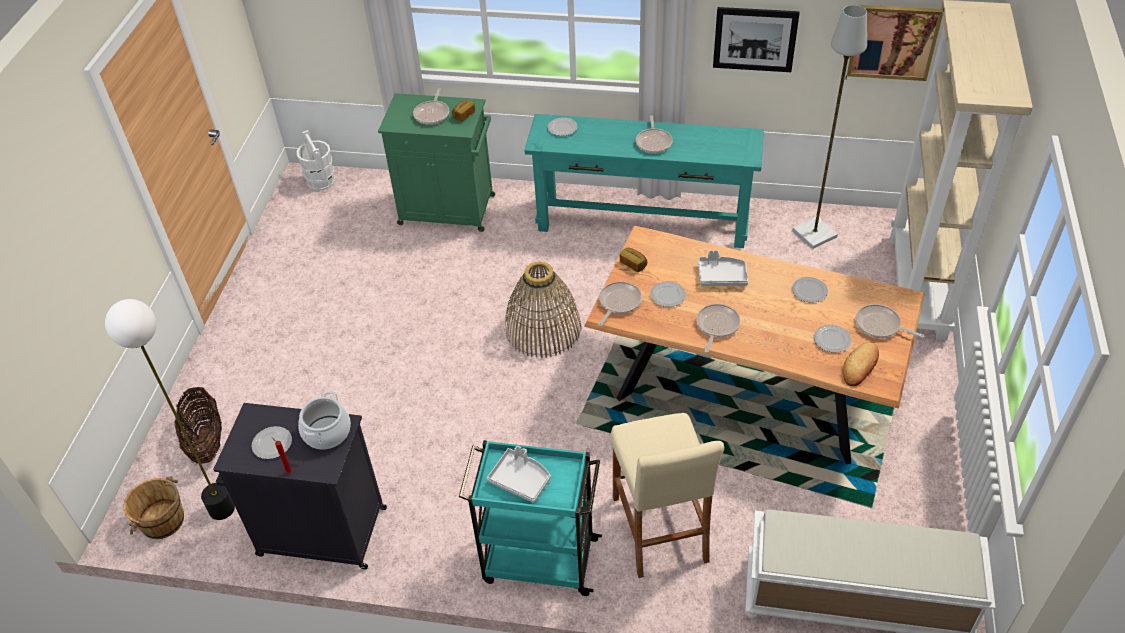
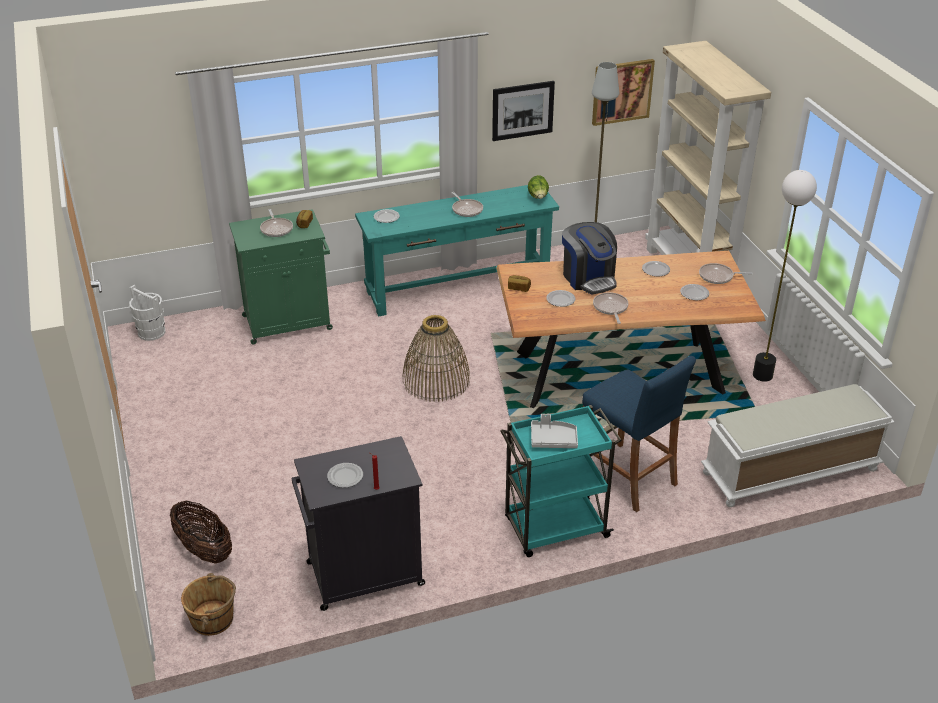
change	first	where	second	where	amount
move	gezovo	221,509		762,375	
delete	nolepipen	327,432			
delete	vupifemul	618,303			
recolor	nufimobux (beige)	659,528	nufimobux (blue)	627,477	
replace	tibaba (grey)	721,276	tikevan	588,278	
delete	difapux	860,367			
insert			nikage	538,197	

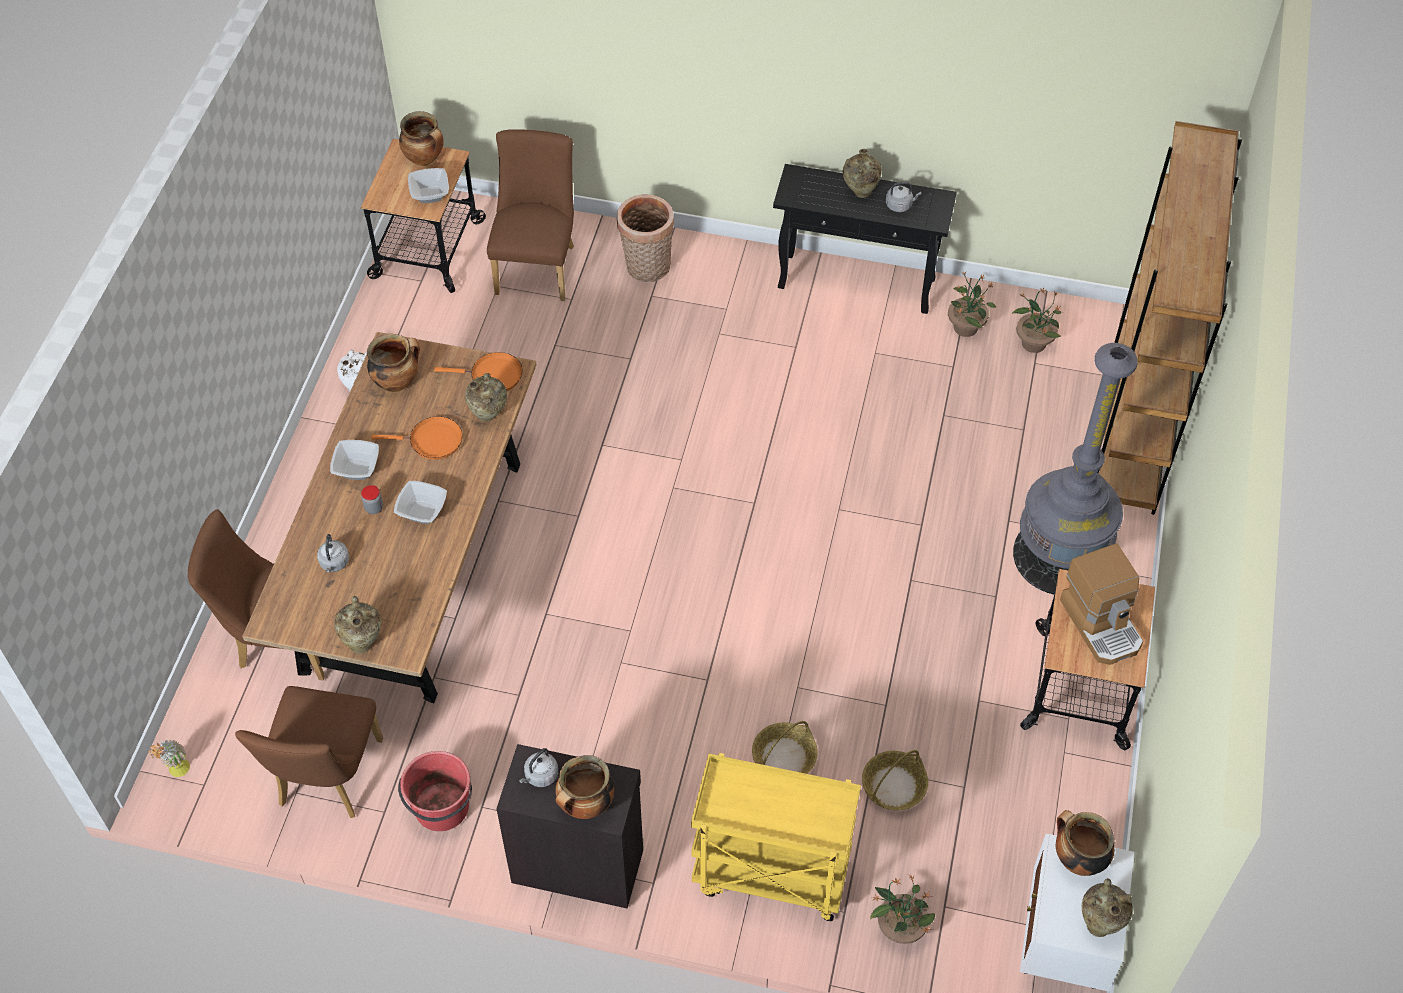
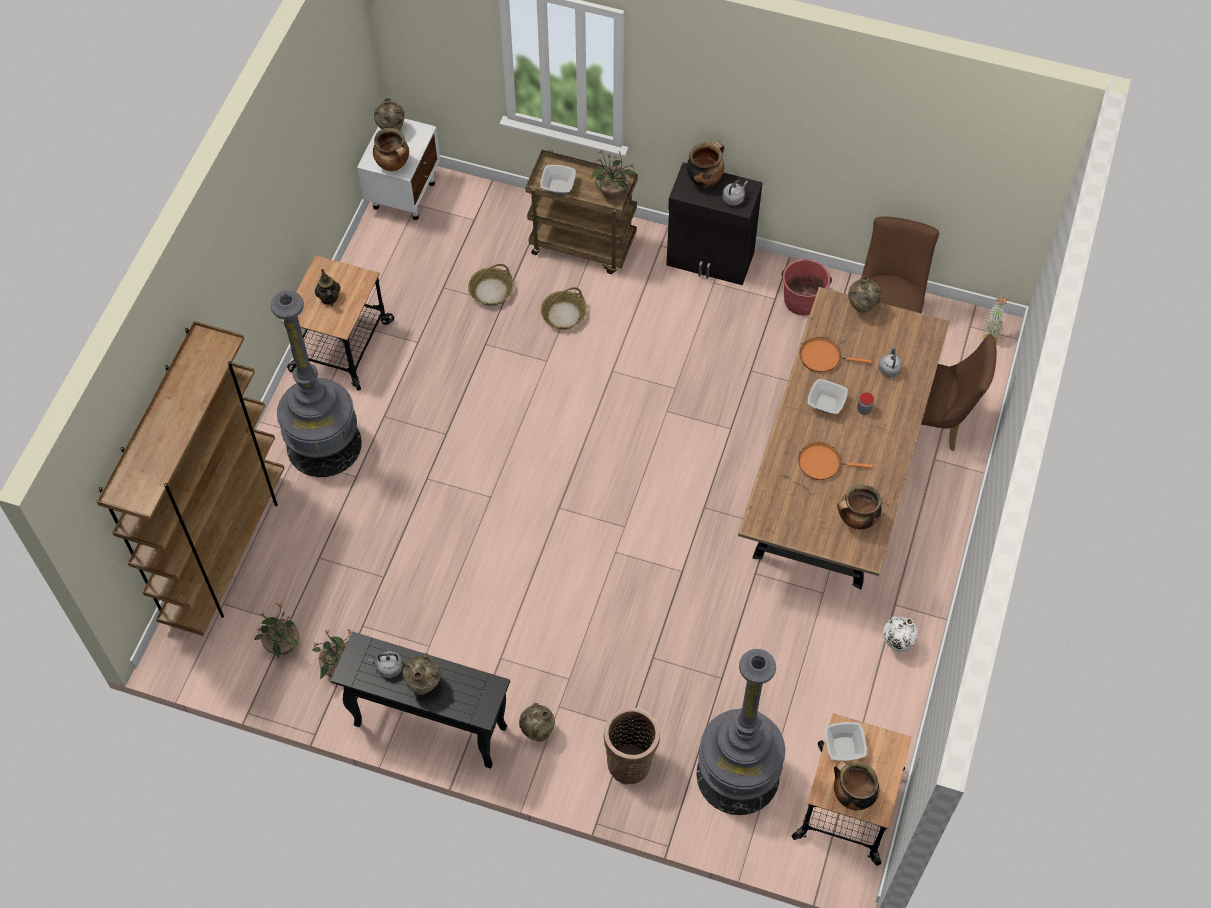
change	first	where	second	where	amount
move	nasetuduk	358,469		557,187	
move	vupifemul (orange)	493,375		823,357	
move	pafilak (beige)	489,416		538,732	
replace	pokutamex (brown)	538,265	gezovo (grey)	737,775	
recolor	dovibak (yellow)	770,874	dovibak (brown)	583,245	
move	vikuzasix	900,928		612,192	
replace	tikevan	1102,623	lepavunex	329,298	

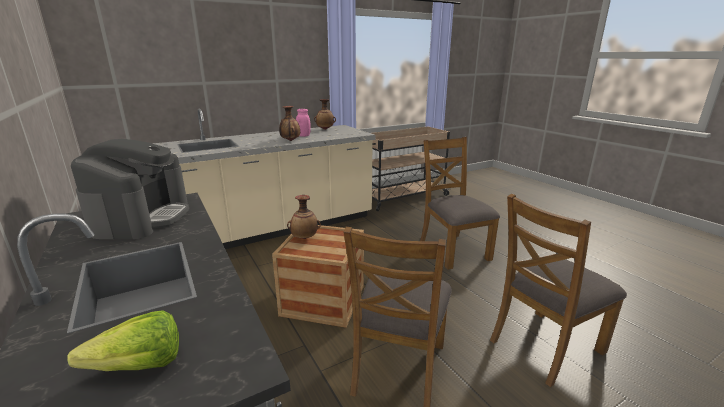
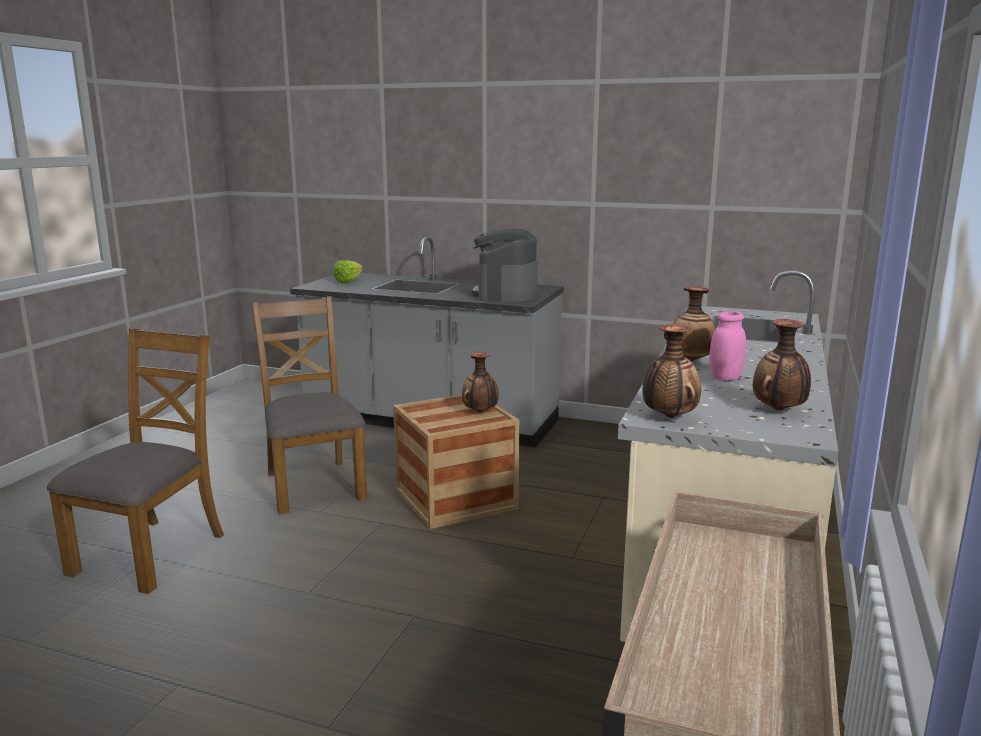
change	first	where	second	where	amount
rotate	tikevan	142,217		505,293	45 degrees clockwise
delete	pokutamex (brown)	453,250			
insert			pafilak	669,417	

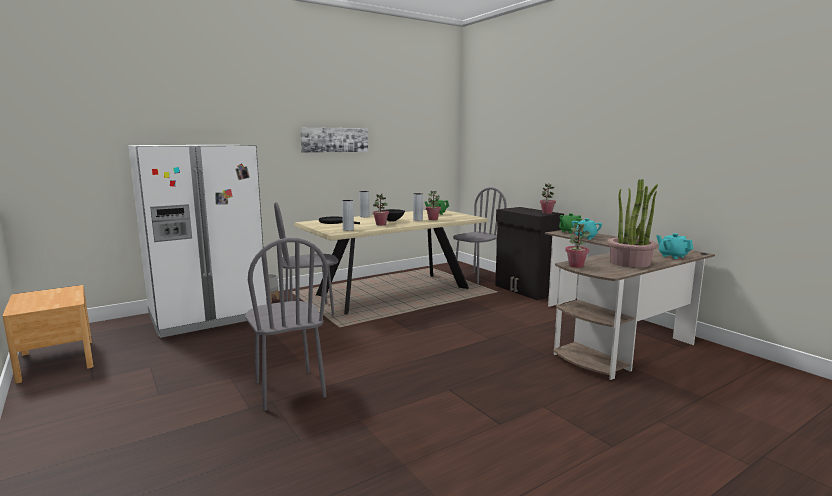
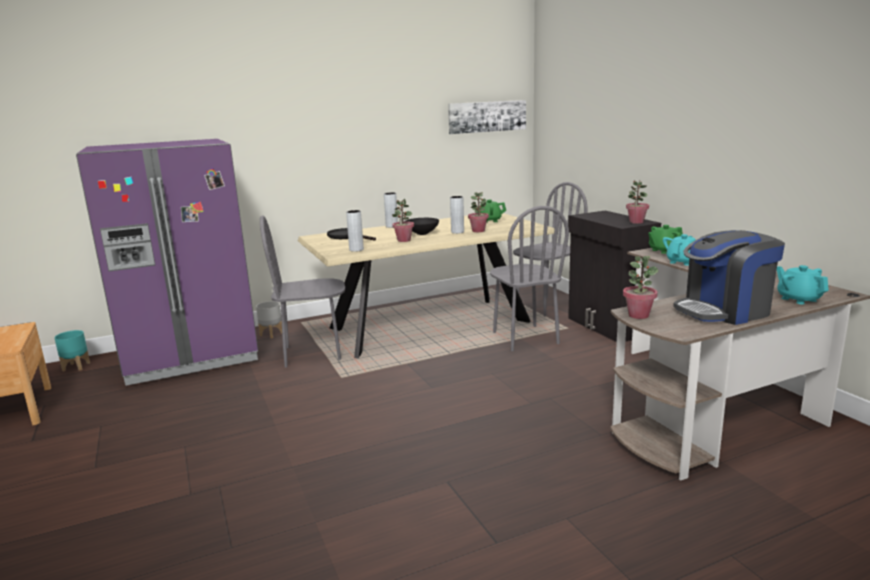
change	first	where	second	where	amount
recolor	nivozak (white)	207,316	nivozak (purple)	191,355	
move	pokutamex (grey)	289,389		524,338	
move	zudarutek	334,140		487,116	
replace	vikuzasix	630,263	tikevan	724,311	
insert			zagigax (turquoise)	76,366	

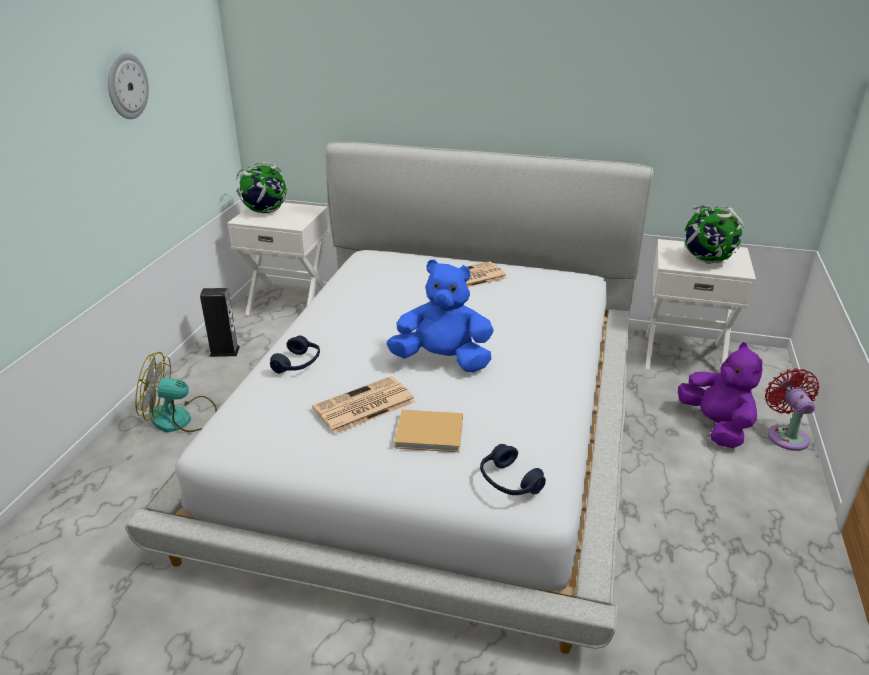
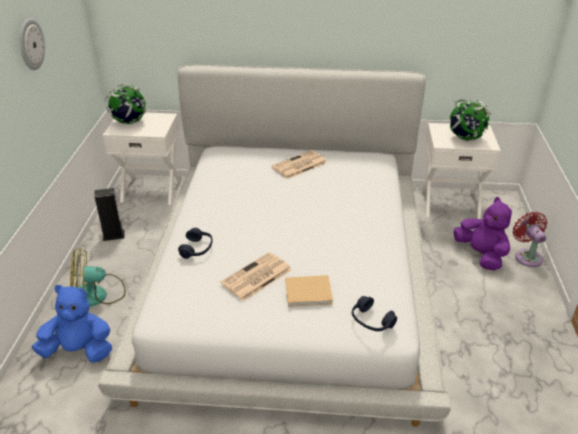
change	first	where	second	where	amount
move	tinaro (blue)	443,360		79,350	

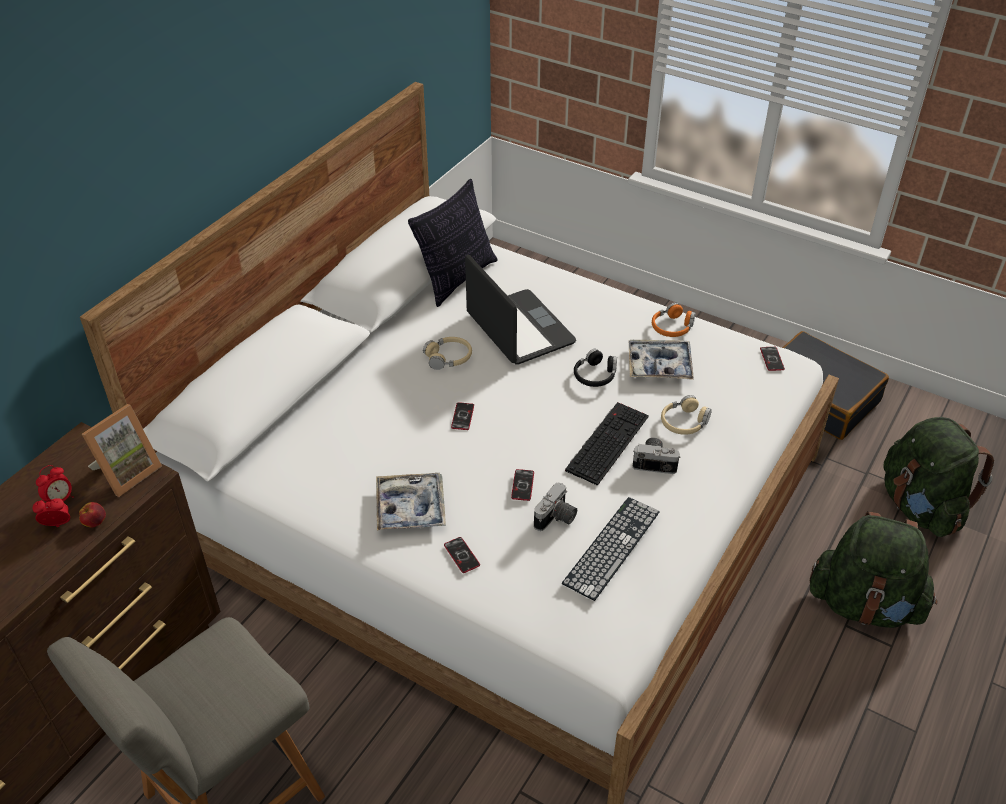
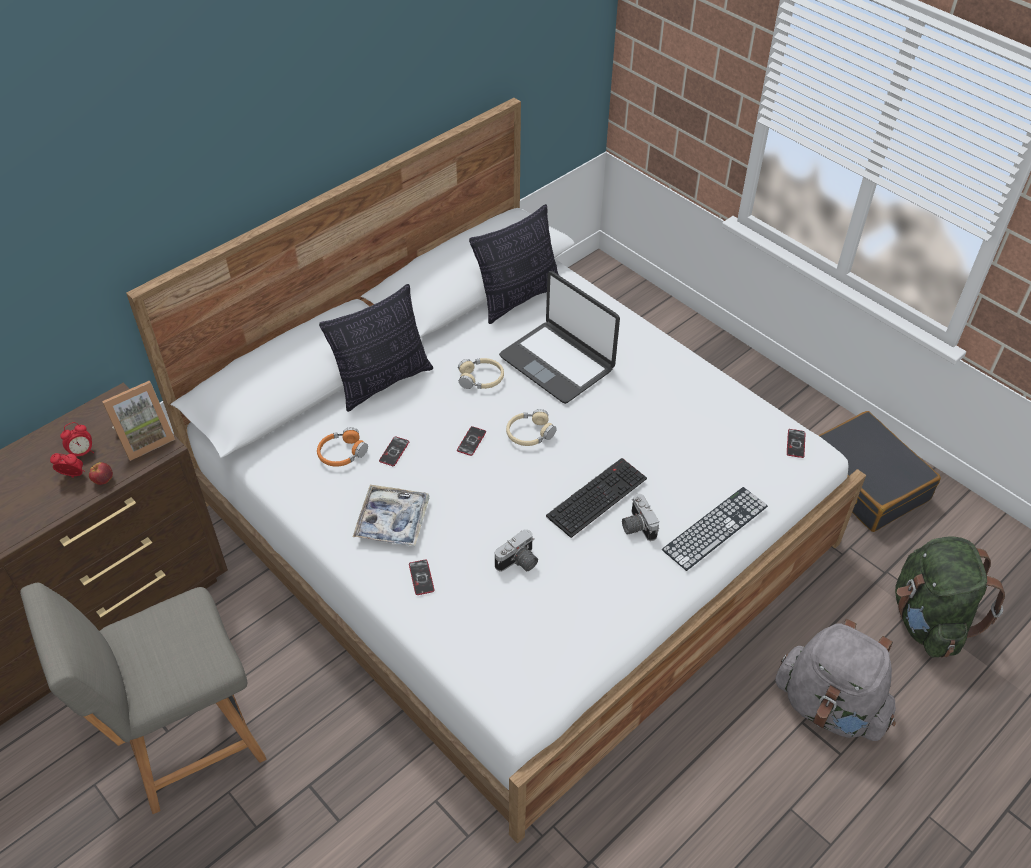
change	first	where	second	where	amount
rotate	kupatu	519,329		557,362	150 degrees clockwise
move	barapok	522,485		394,452	
move	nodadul	612,547		715,528	
delete	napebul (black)	595,375			
delete	tibaba	659,365			
rotate	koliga	655,462		636,526	135 degrees counterclockwise
move	napebul (orange)	672,327		342,453	
move	napebul (beige)	684,422		529,433	
recolor	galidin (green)	864,605	galidin (grey)	829,706	
insert			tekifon	383,381	

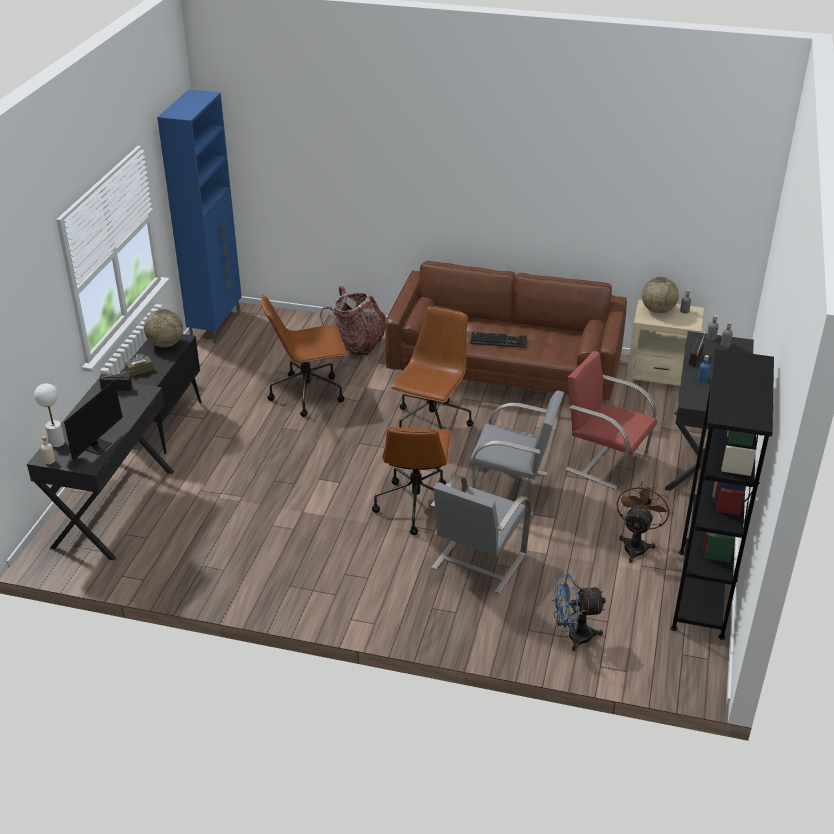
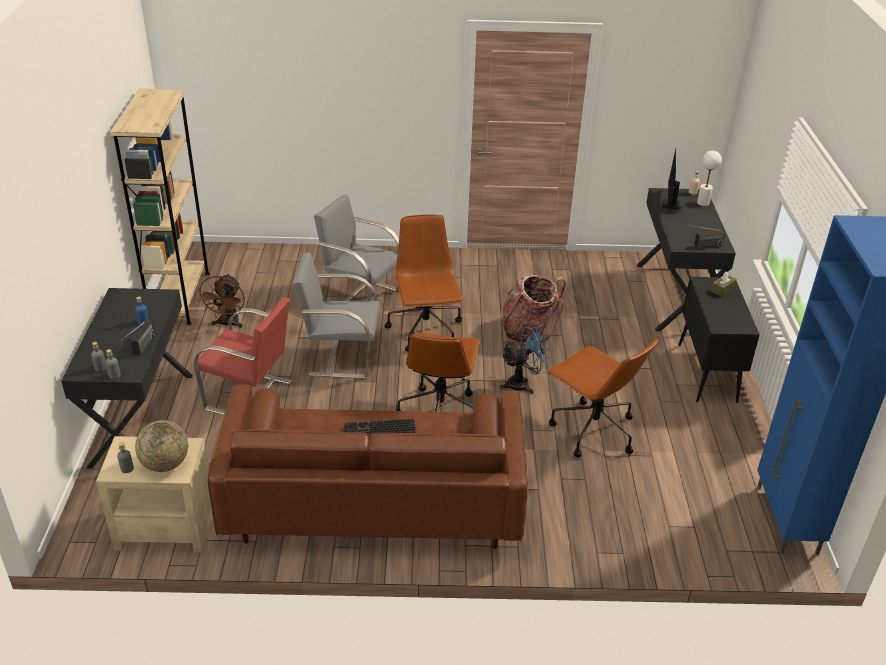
change	first	where	second	where	amount
delete	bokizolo	165,344			
rotate	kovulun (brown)	309,393		592,430	75 degrees clockwise
move	galidin	357,344		528,331	
rotate	pokutamex (grey)	477,562		360,296	75 degrees counterclockwise
move	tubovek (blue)	573,636		523,384	
recolor	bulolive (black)	701,593	bulolive (beige)	180,297	

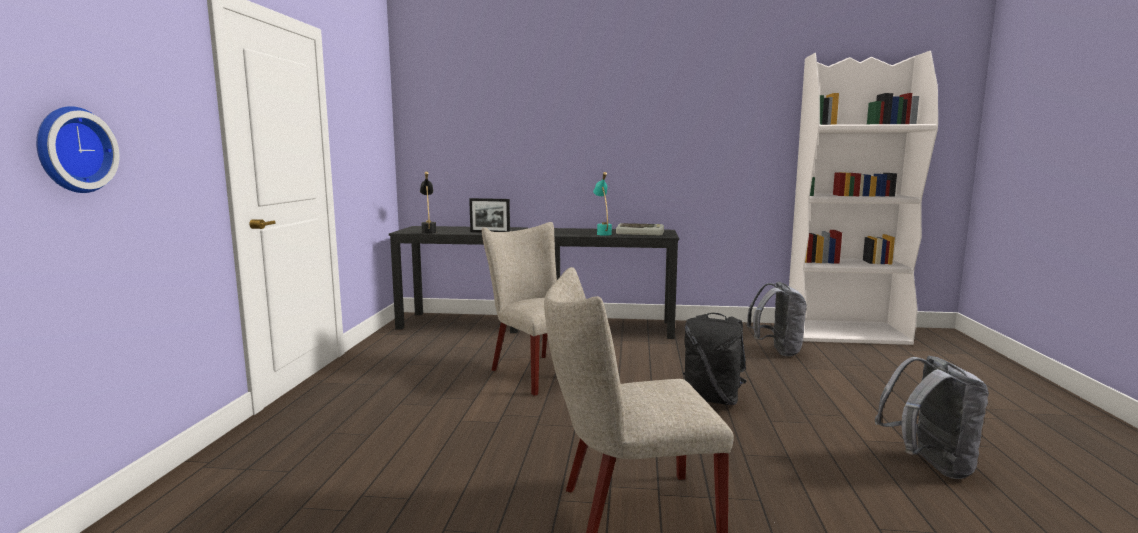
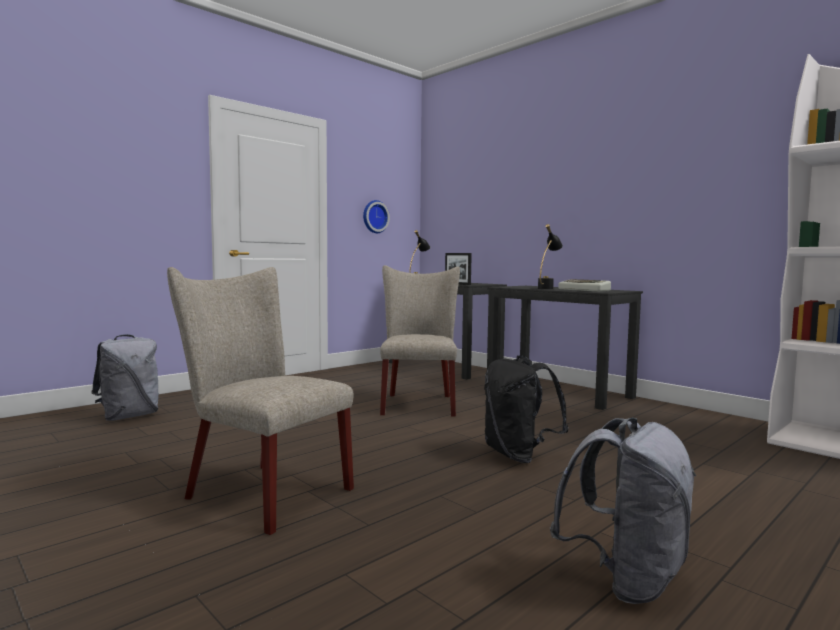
change	first	where	second	where	amount
move	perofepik	72,150		374,217	
recolor	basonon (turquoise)	602,233	basonon (black)	548,288	
move	galidin (grey)	776,351		129,416	

